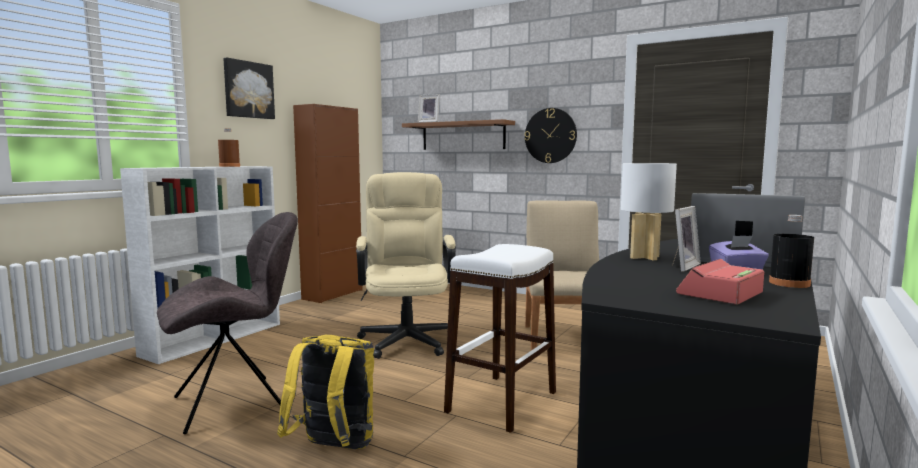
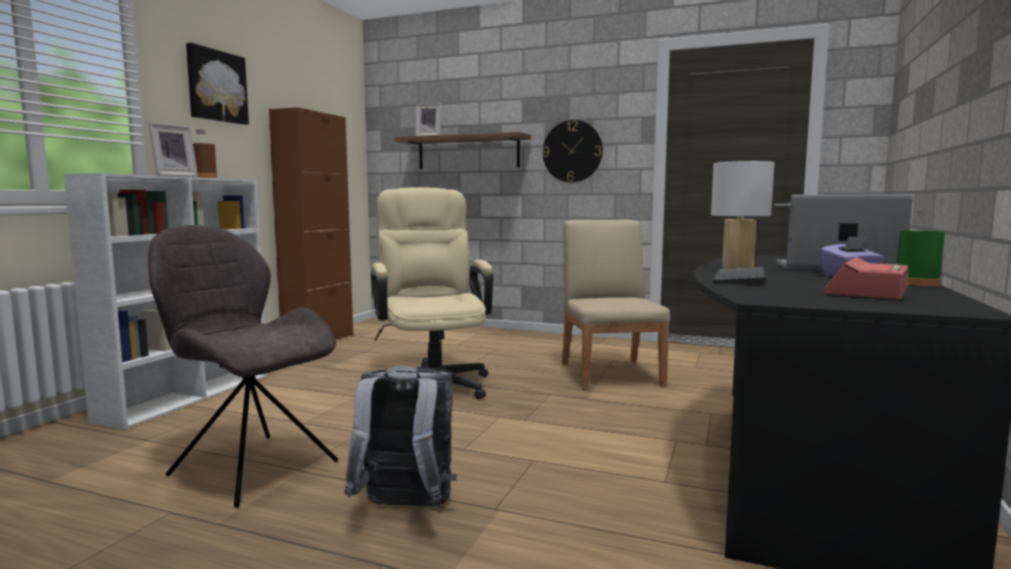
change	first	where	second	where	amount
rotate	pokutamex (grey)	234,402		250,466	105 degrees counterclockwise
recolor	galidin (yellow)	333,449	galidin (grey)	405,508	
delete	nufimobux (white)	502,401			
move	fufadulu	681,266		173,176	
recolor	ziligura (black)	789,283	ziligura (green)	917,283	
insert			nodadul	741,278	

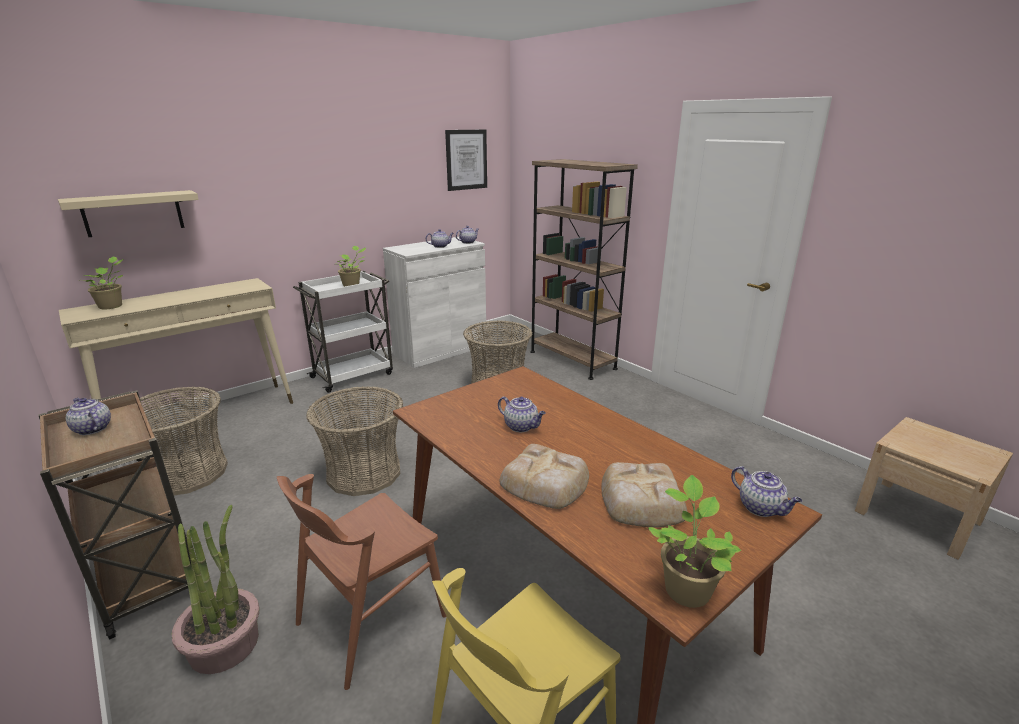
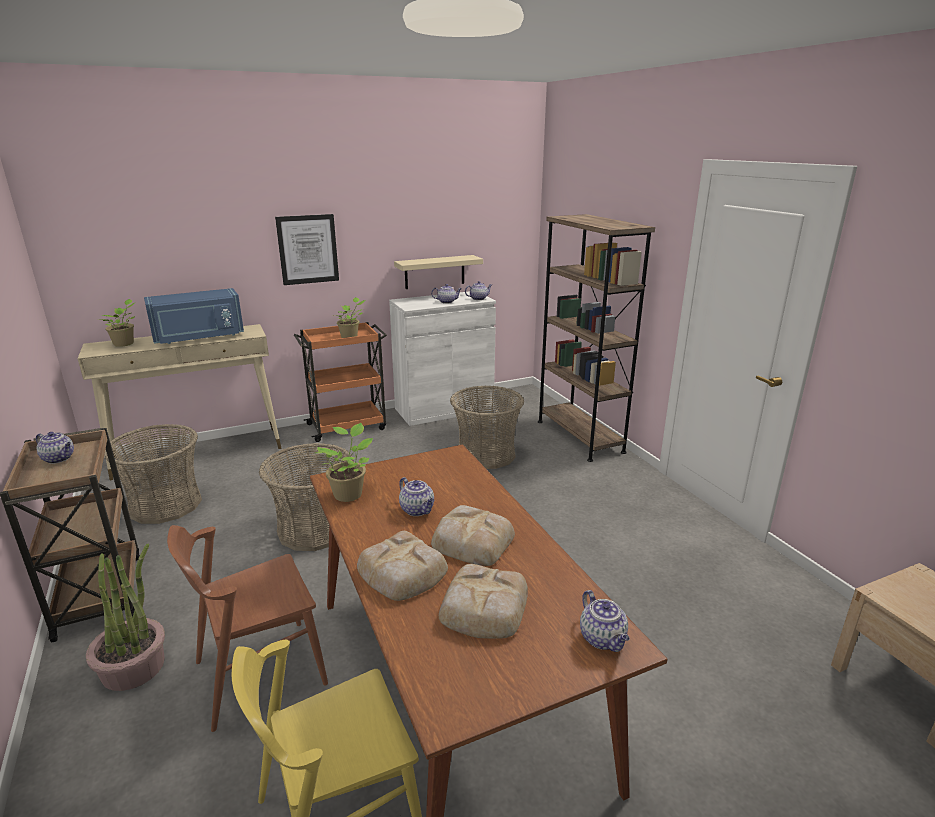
change	first	where	second	where	amount
move	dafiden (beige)	133,213		434,272	
rotate	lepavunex	92,429		59,458	150 degrees clockwise
recolor	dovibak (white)	353,375	dovibak (orange)	348,426	
move	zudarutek	466,160		308,249	
move	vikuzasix	686,587		349,493	
insert			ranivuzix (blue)	199,337	
insert			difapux	472,540	

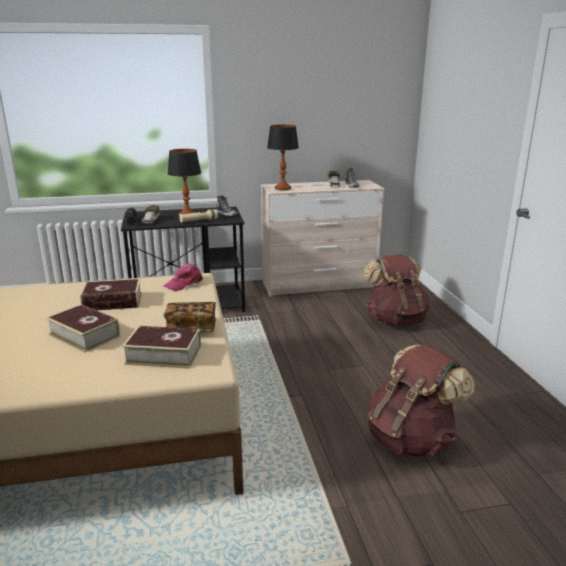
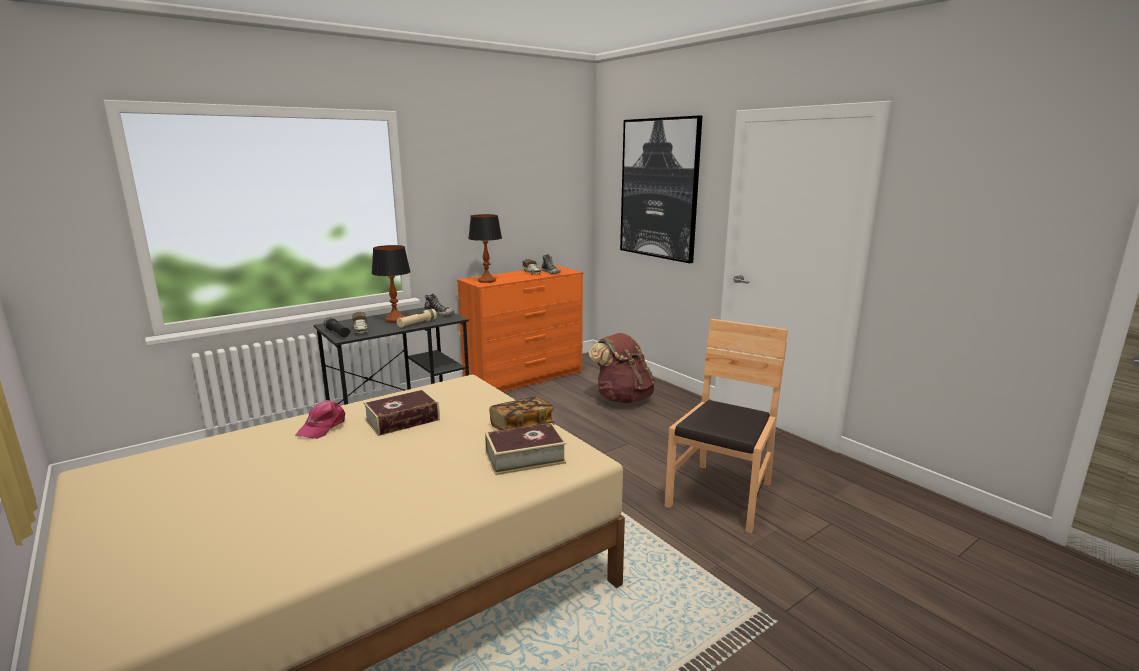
change	first	where	second	where	amount
delete	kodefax	84,335			
move	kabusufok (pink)	184,283		322,427	
recolor	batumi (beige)	319,285	batumi (orange)	524,379	
replace	galidin (brown)	411,439	pokutamex (brown)	721,495	
insert			zudarutek	659,189	

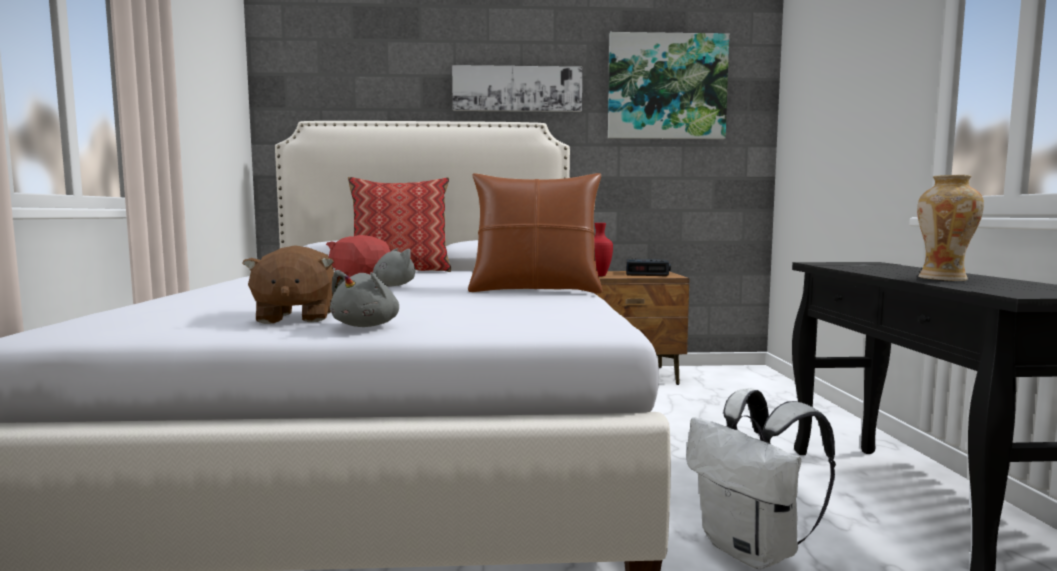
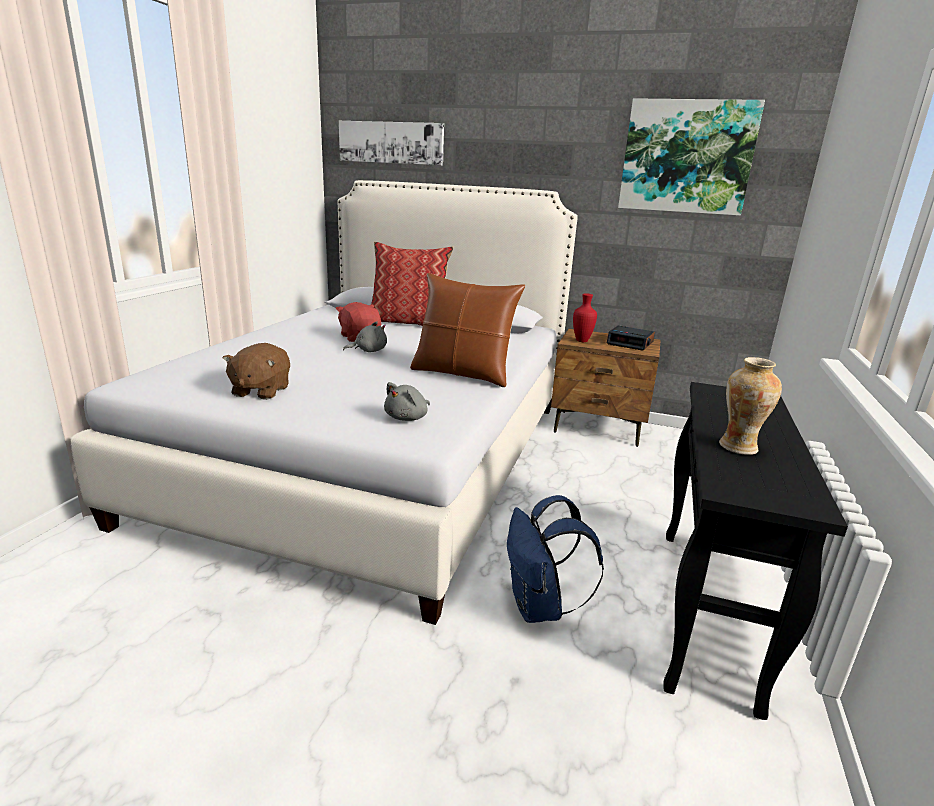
change	first	where	second	where	amount
move	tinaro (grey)	368,326		408,418	
move	zudarutek	517,89		391,142	
recolor	galidin (white)	753,551	galidin (blue)	539,608	

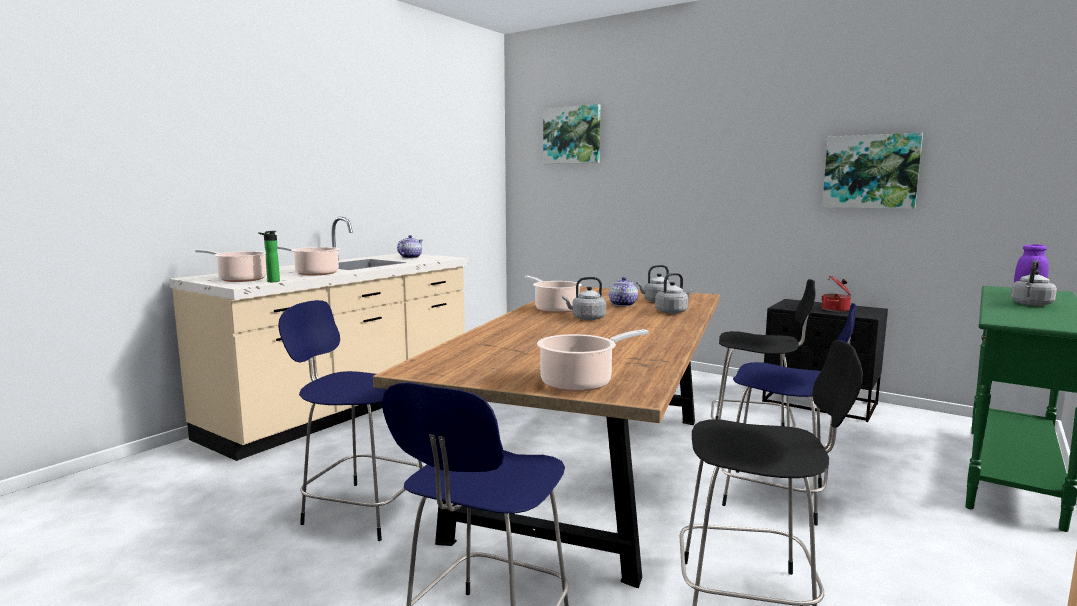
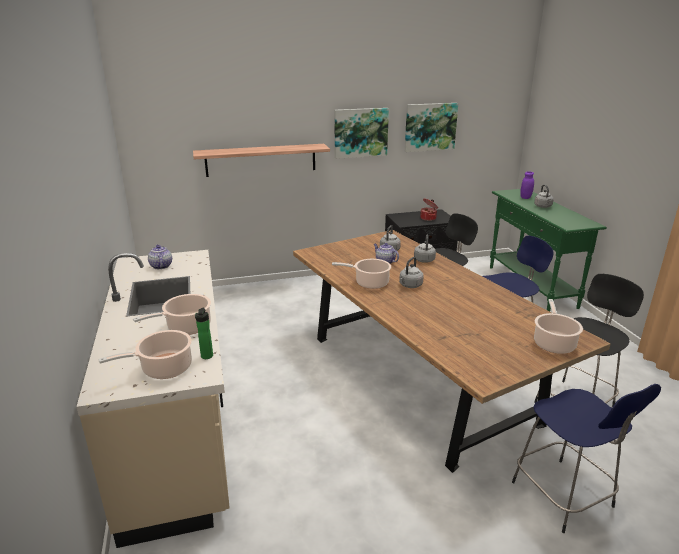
change	first	where	second	where	amount
delete	nufimobux (blue)	362,509			
move	zudarutek	572,135		360,132	
insert			dafiden	261,160	

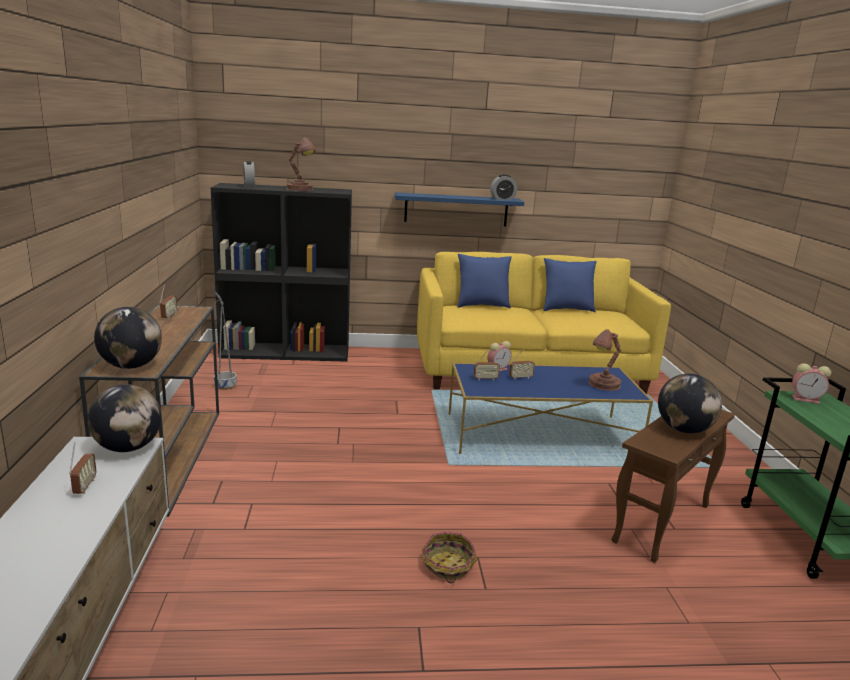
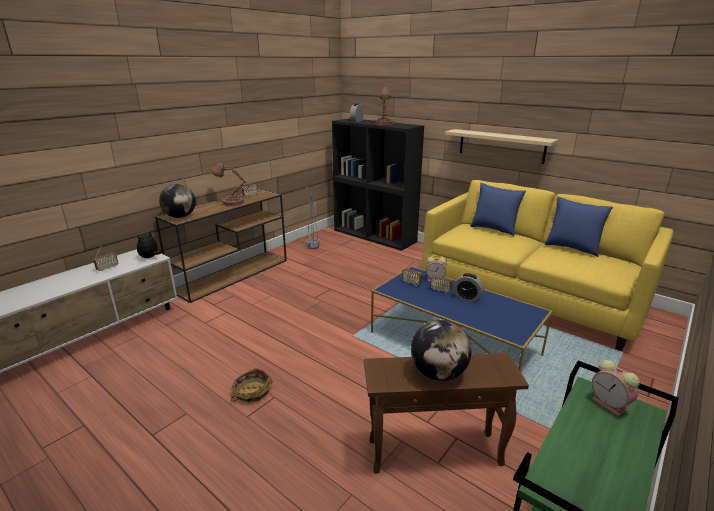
change	first	where	second	where	amount
replace	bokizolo	128,448	tinaro	150,257	
recolor	dafiden (blue)	456,209	dafiden (beige)	501,146	
move	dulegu	502,199		467,297	
move	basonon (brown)	603,385		231,203	

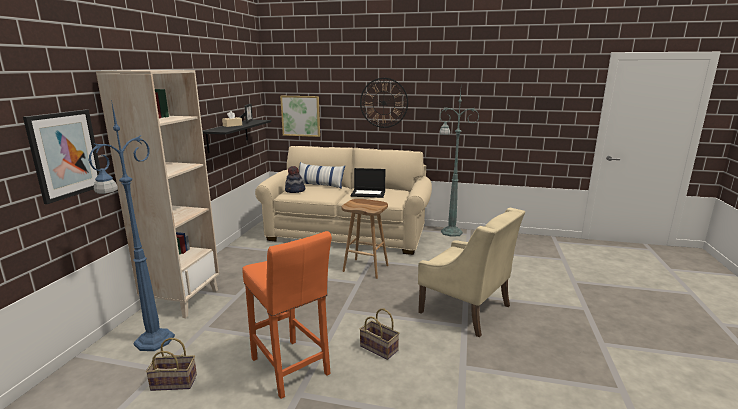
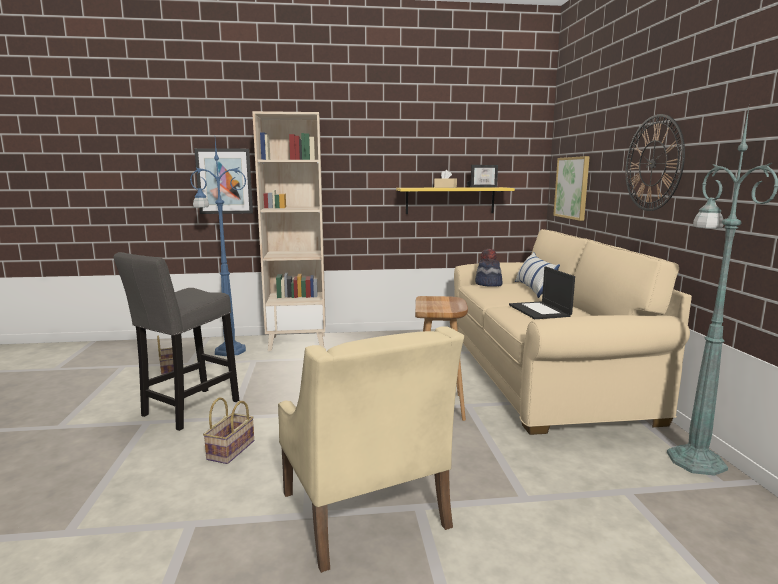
change	first	where	second	where	amount
recolor	dafiden (black)	228,135	dafiden (yellow)	450,200	
recolor	nufimobux (orange)	291,369	nufimobux (grey)	187,410	
rotate	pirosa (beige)	465,309		364,511	45 degrees counterclockwise

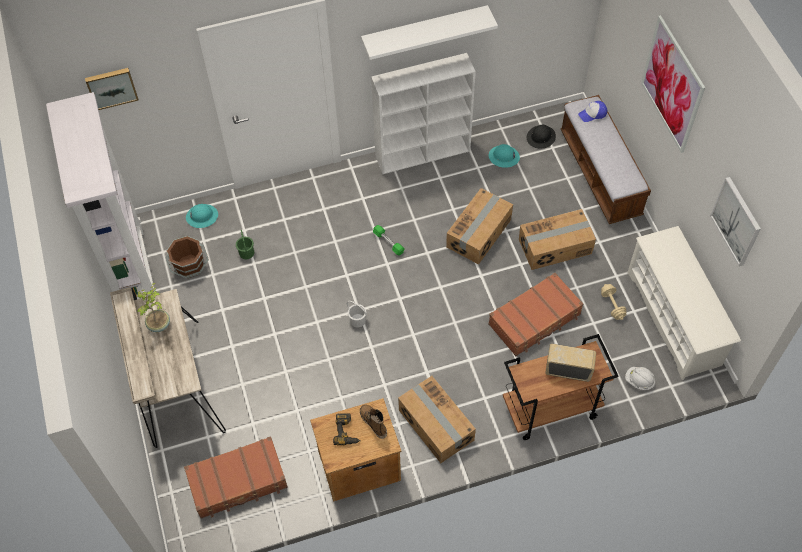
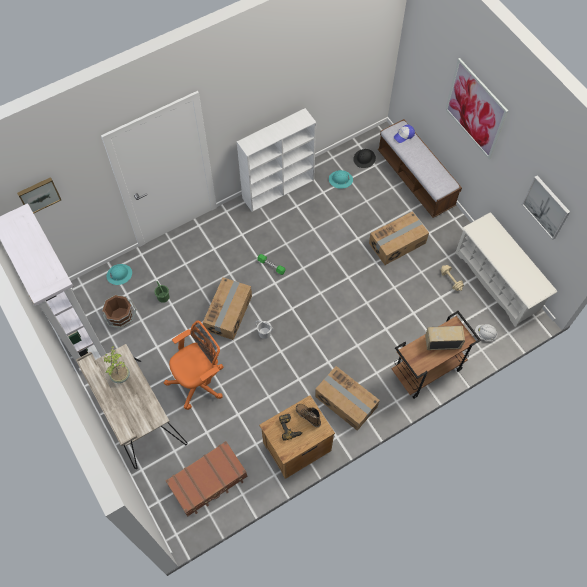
change	first	where	second	where	amount
delete	dafiden (white)	424,30			
move	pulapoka	479,233		229,313	
delete	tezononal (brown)	535,320			
insert			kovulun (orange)	199,381	

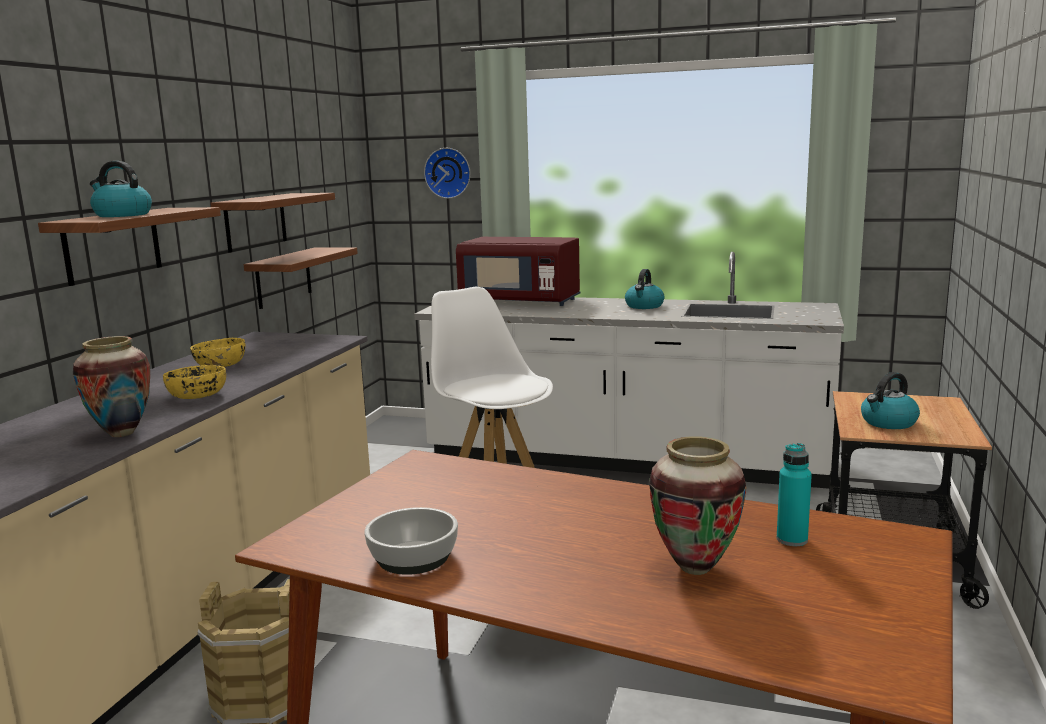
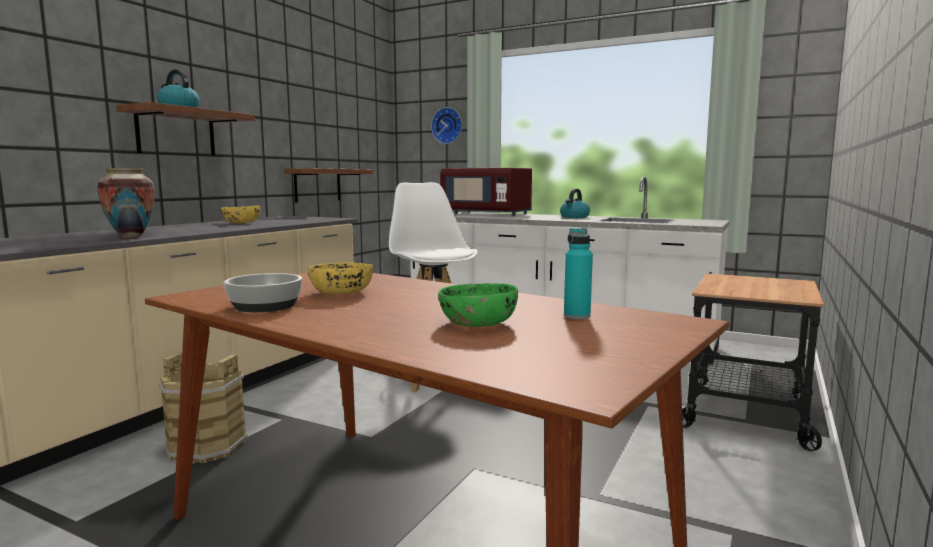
change	first	where	second	where	amount
move	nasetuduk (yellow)	198,396		342,292	
delete	dafiden	255,222			
replace	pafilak	695,567	nasetuduk (green)	477,323	
delete	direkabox	888,423			

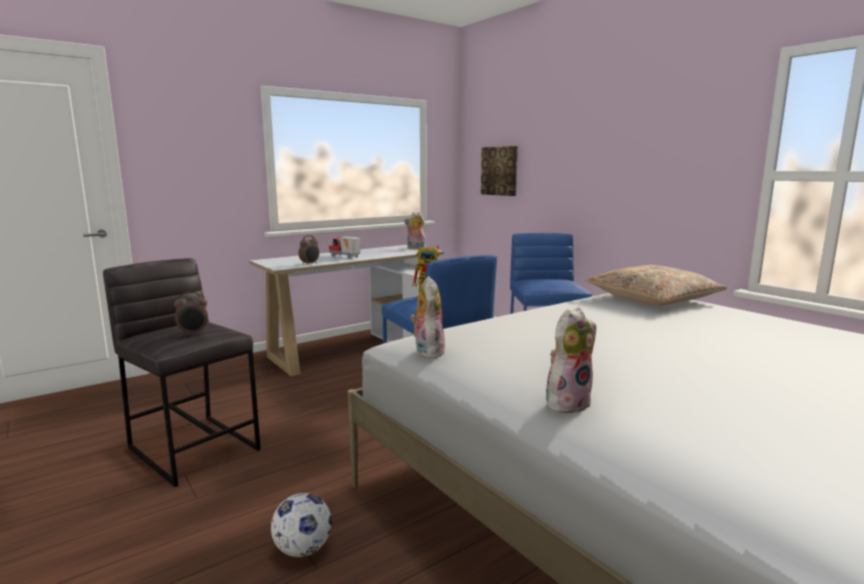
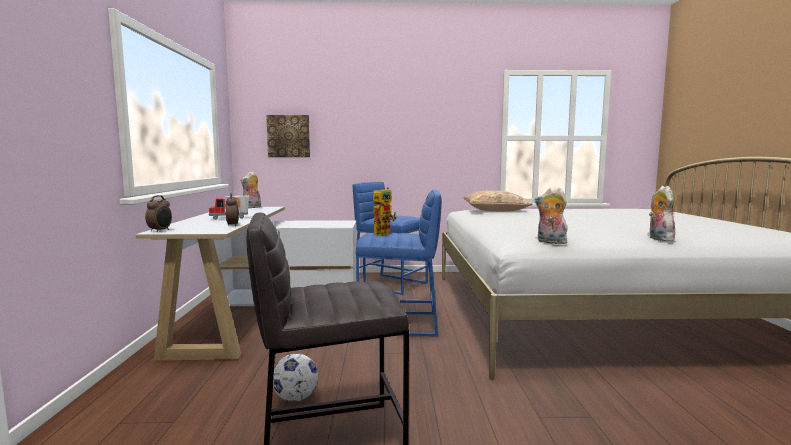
change	first	where	second	where	amount
move	dulegu	193,333		160,231	
move	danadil	302,549		295,398	

